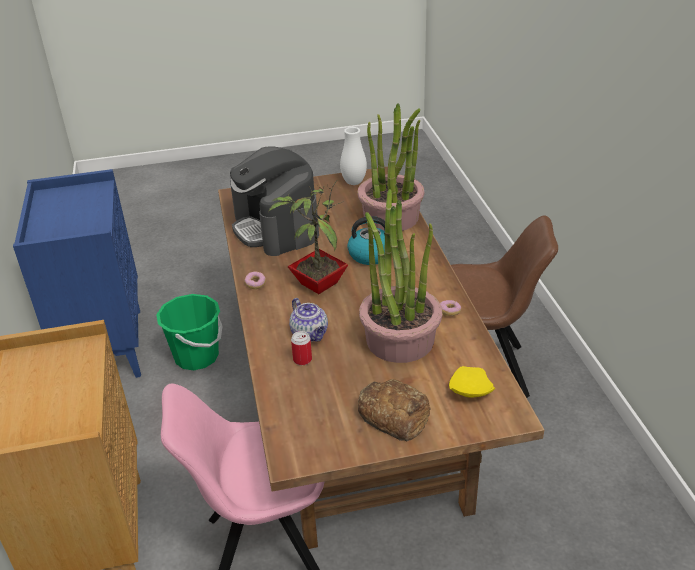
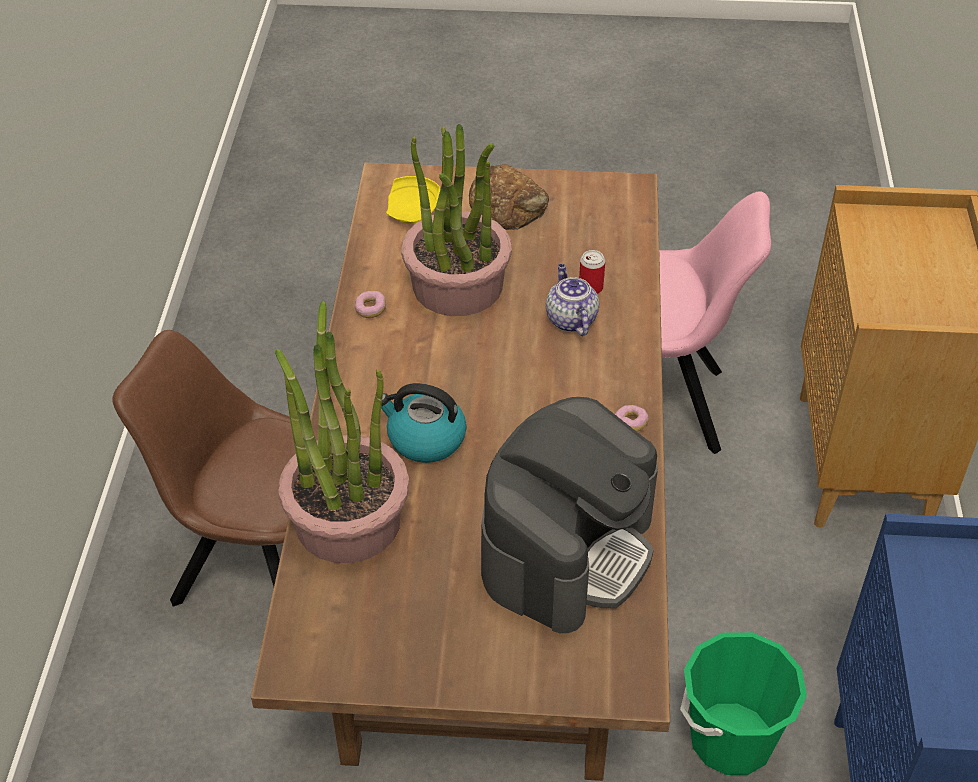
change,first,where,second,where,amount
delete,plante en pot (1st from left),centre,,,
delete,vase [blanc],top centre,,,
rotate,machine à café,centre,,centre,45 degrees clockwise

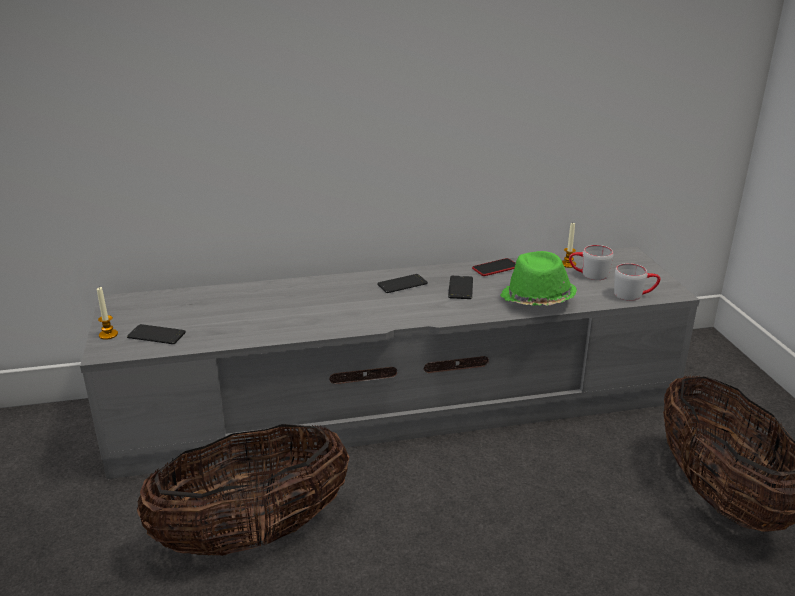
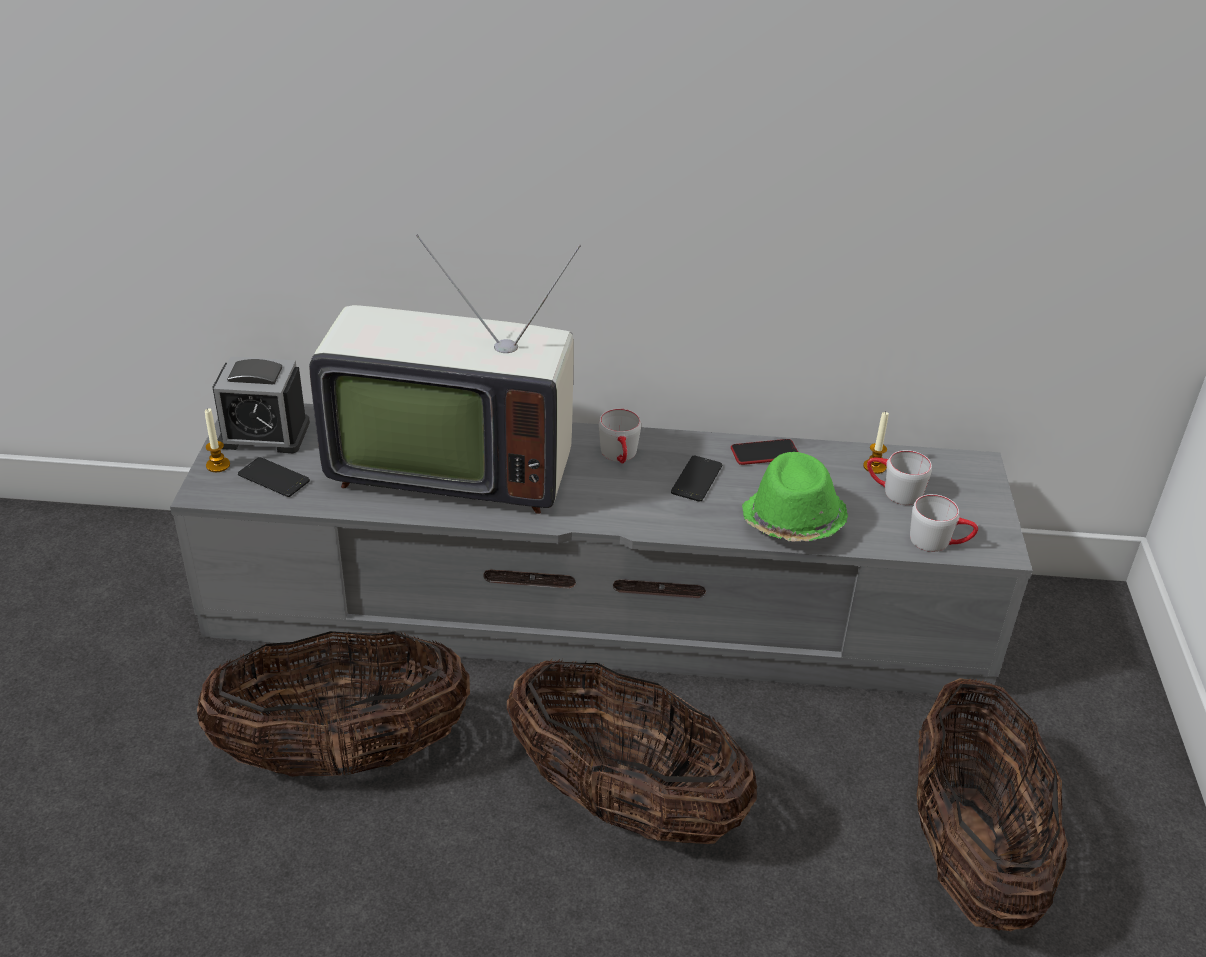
change,first,where,second,where,amount
insert,,,réveil,middle left,
insert,,,téléviseur,centre,
insert,,,panier (2nd from left),bottom centre,
replace,téléphone (2nd from left),centre,mug [gris] (1st from left),centre,

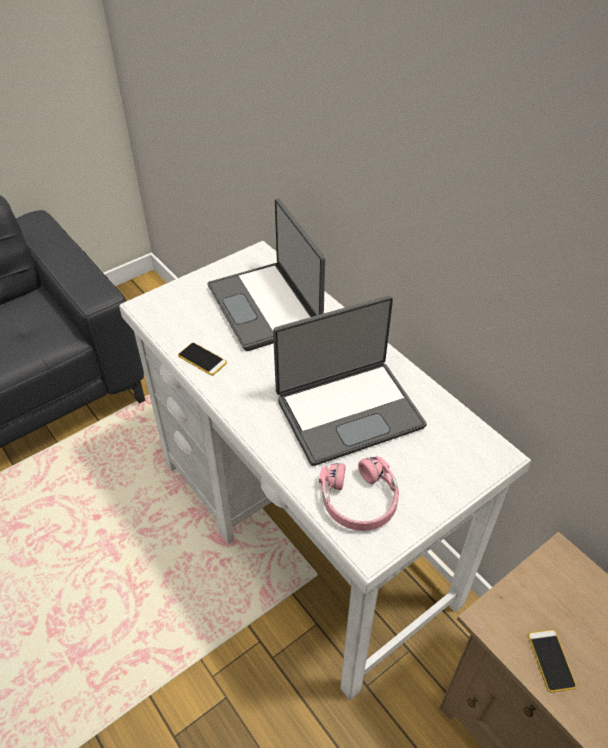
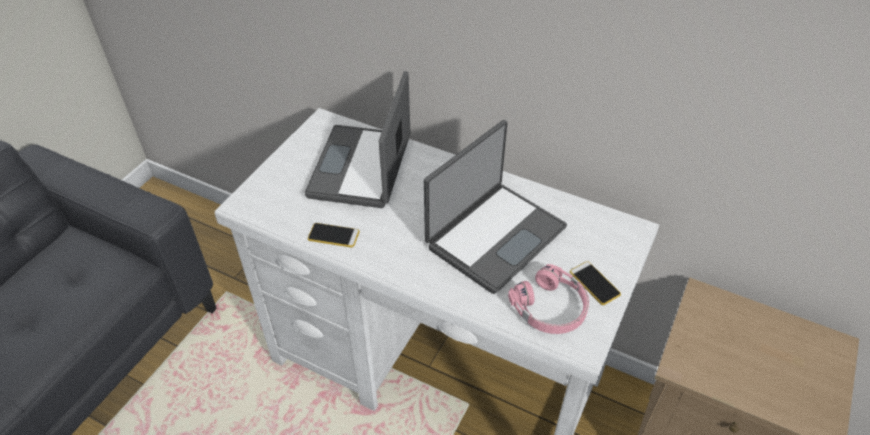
change,first,where,second,where,amount
move,téléphone (2nd from left),bottom right,,middle right,
rotate,ordinateur portable (1st from left),centre,,top centre,60 degrees clockwise

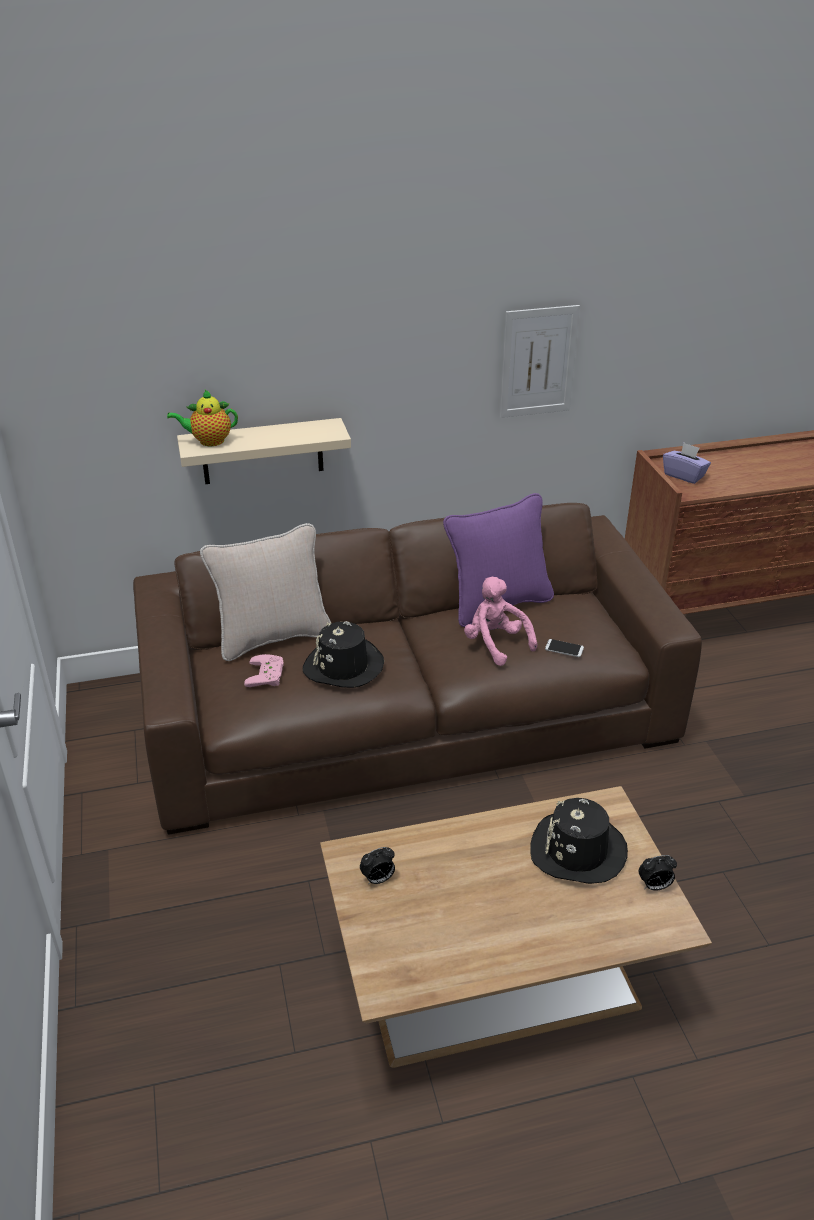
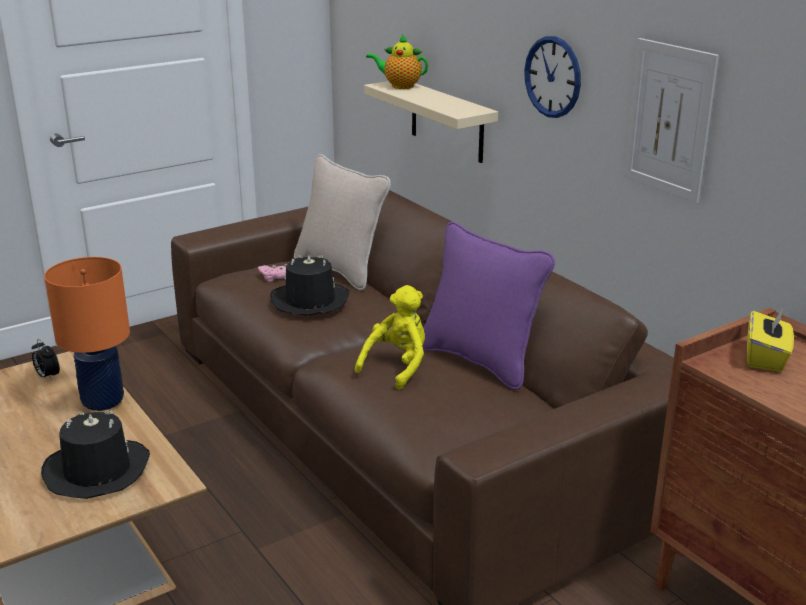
change,first,where,second,where,amount
delete,téléphone,middle right,,,
delete,réveil (2nd from left),bottom right,,,
insert,,,lampe de table [orange],middle left,
insert,,,horloge murale,top right,
recolor,peluche [rose],centre,peluche [jaune],centre,
recolor,boîte à mouchoirs [violet],middle right,boîte à mouchoirs [jaune],middle right,
rotate,théière,middle left,,top centre,45 degrees counterclockwise

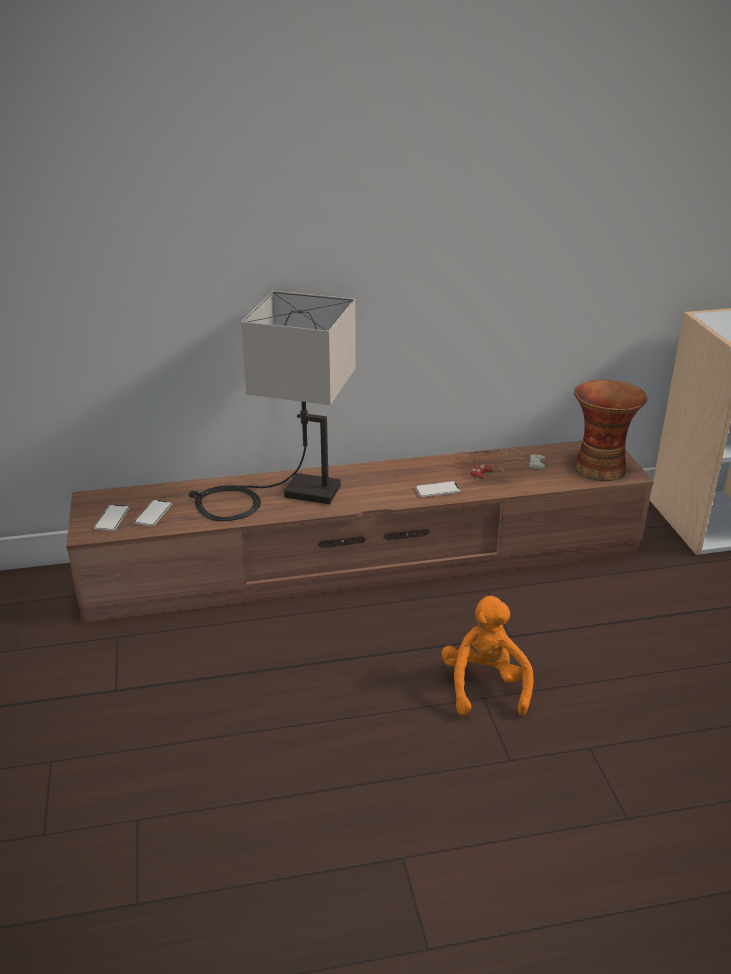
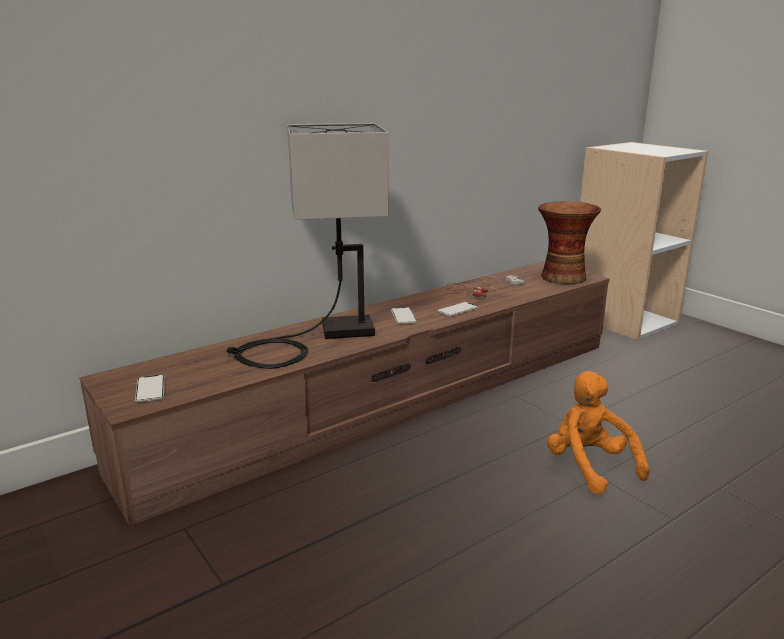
change,first,where,second,where,amount
move,téléphone (2nd from left),middle left,,centre,

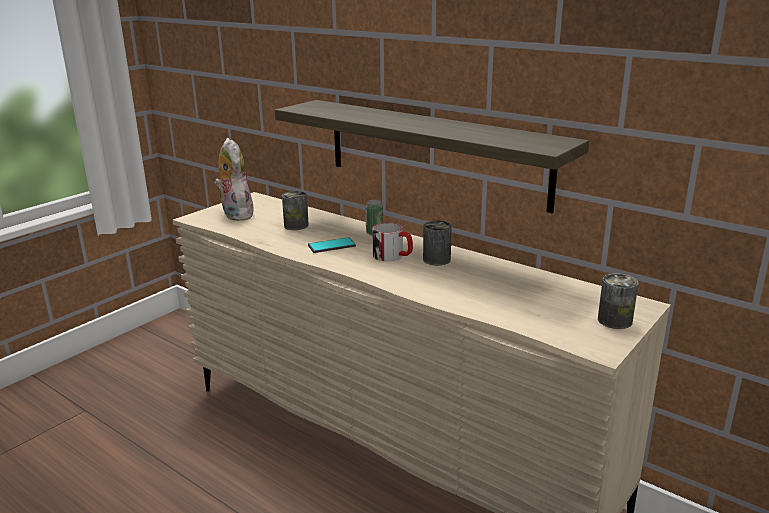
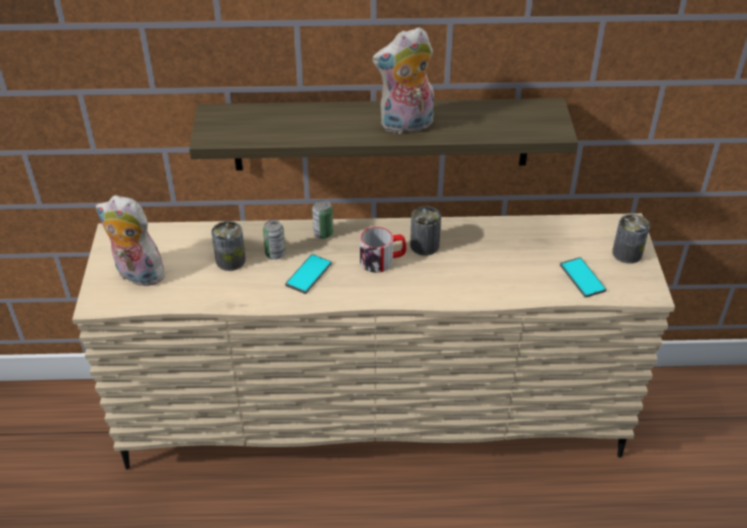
change,first,where,second,where,amount
insert,,,boîte métallique (2nd from left),centre,
insert,,,peluche (2nd from left),top centre,
insert,,,téléphone (2nd from left),middle right,

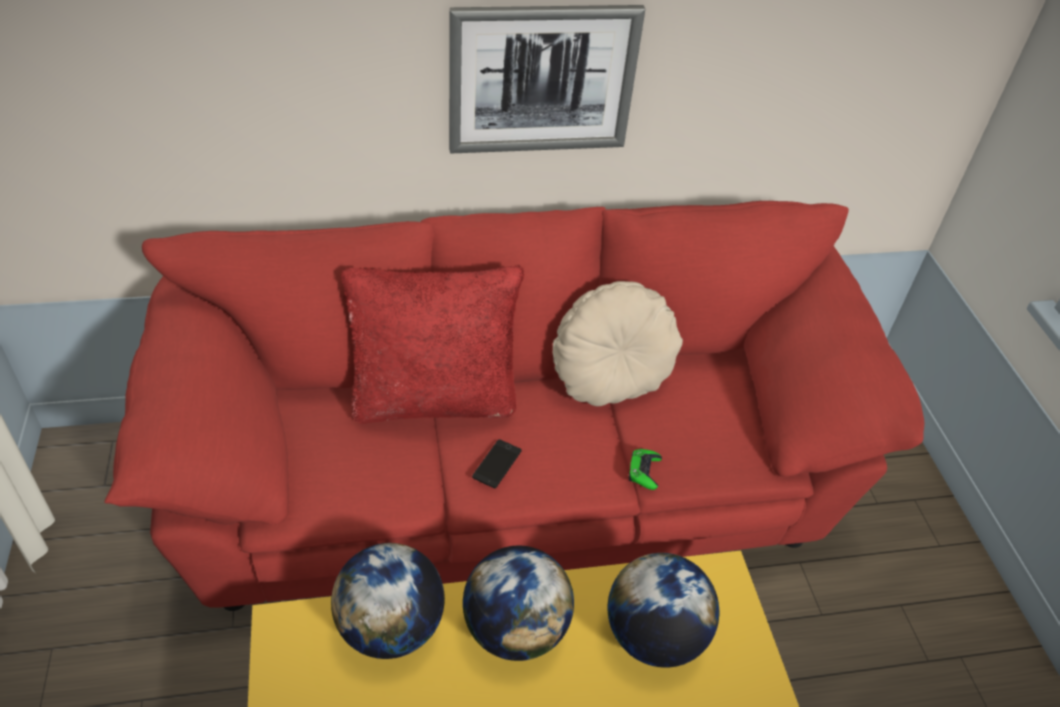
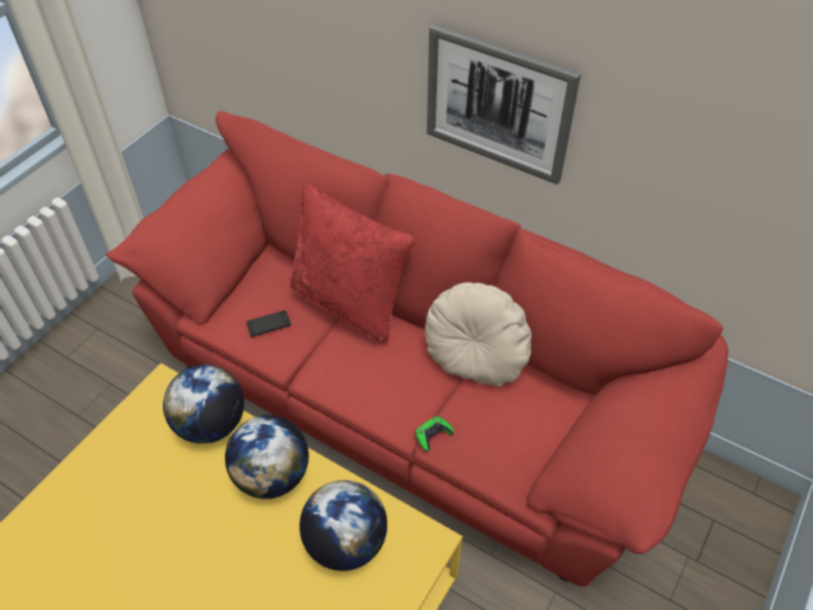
change,first,where,second,where,amount
move,téléphone,centre,,middle left,

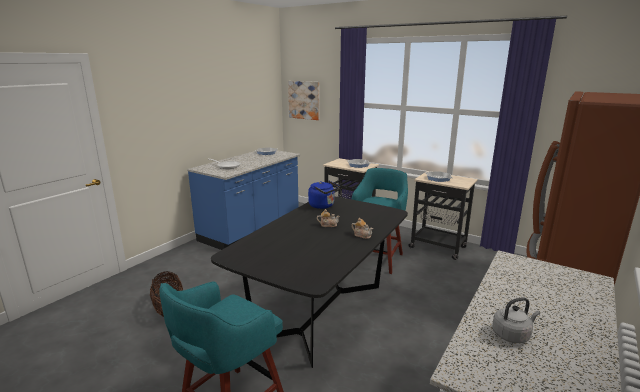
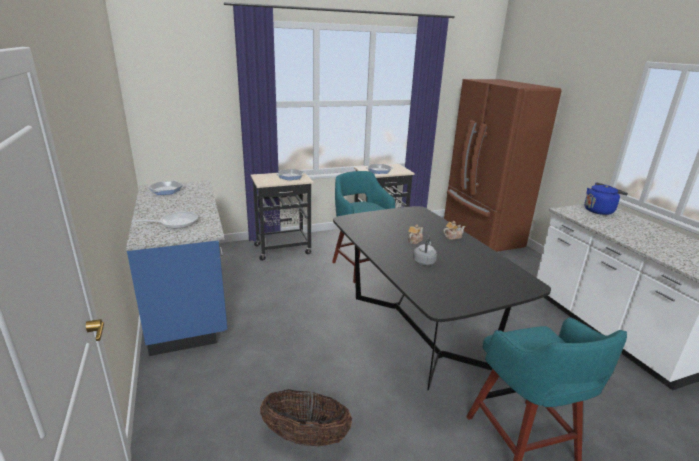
change,first,where,second,where,amount
delete,tableau,top centre,,,
move,bouilloire [bleu],centre,,middle right,
move,bouilloire [gris],bottom right,,centre,

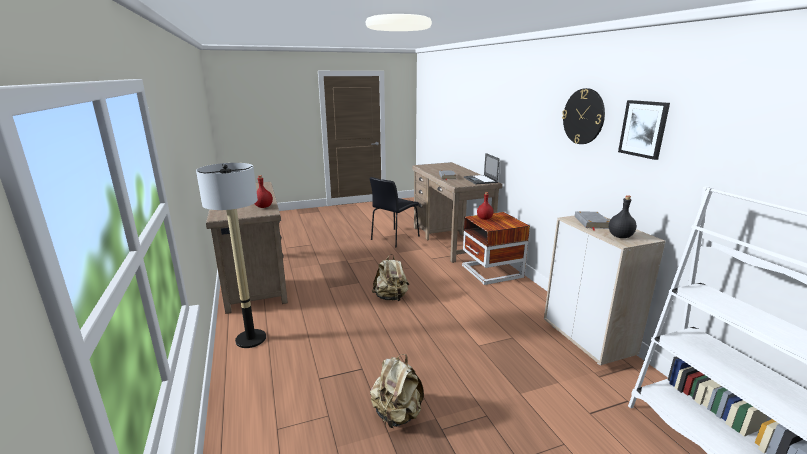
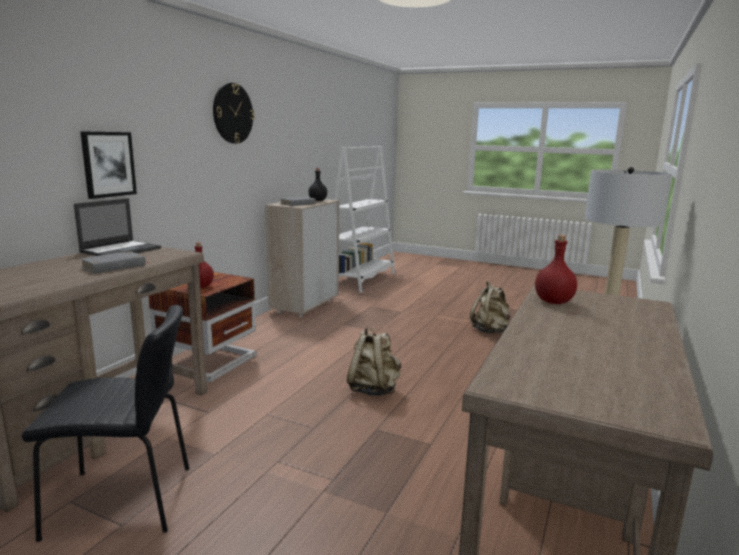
change,first,where,second,where,amount
move,tableau,top right,,top left,

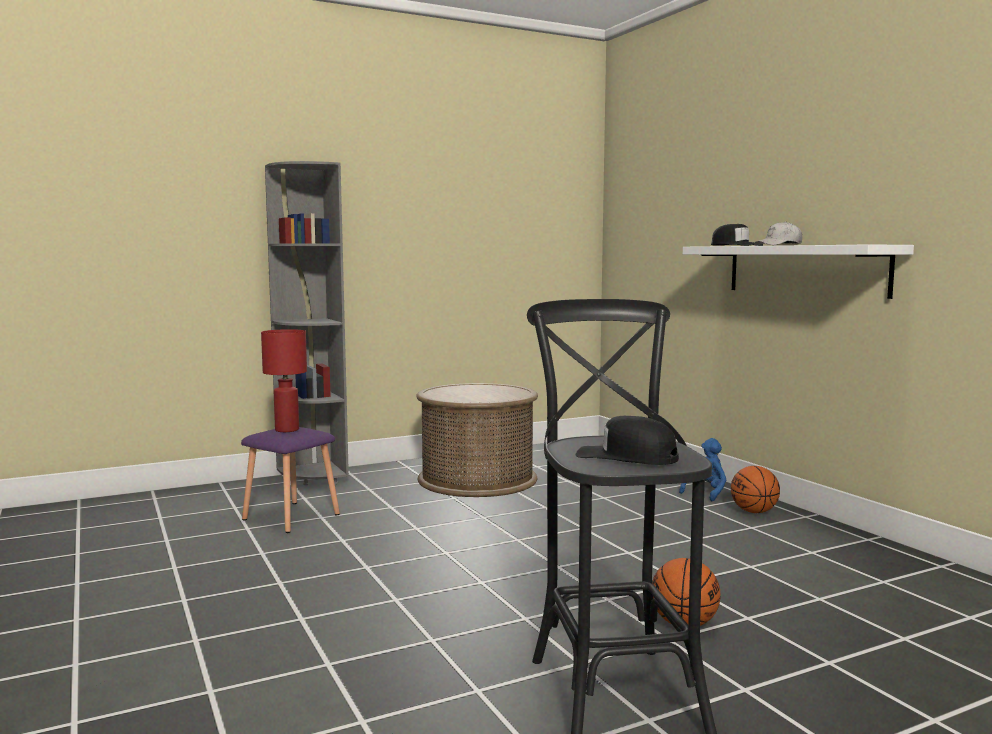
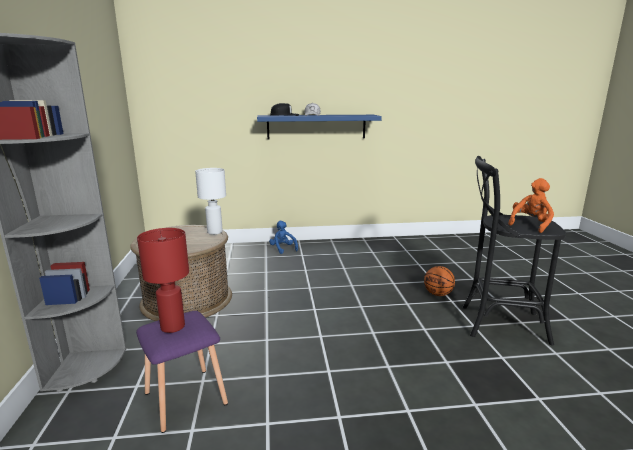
change,first,where,second,where,amount
delete,ballon de basket (2nd from left),middle right,,,
insert,,,lampe de table [blanc],middle left,
replace,casquette [noir] (1st from left),centre,peluche [orange],middle right,
recolor,étagère [blanc],middle right,étagère [bleu],top centre,

